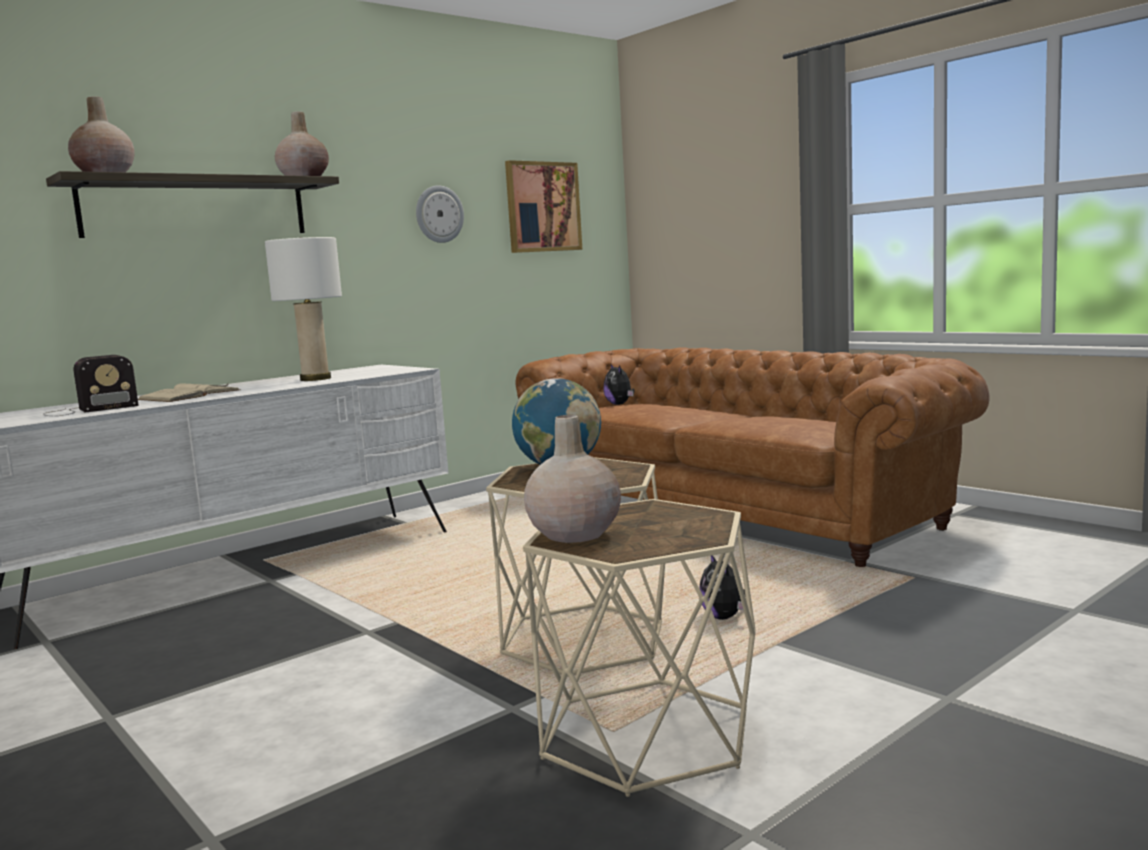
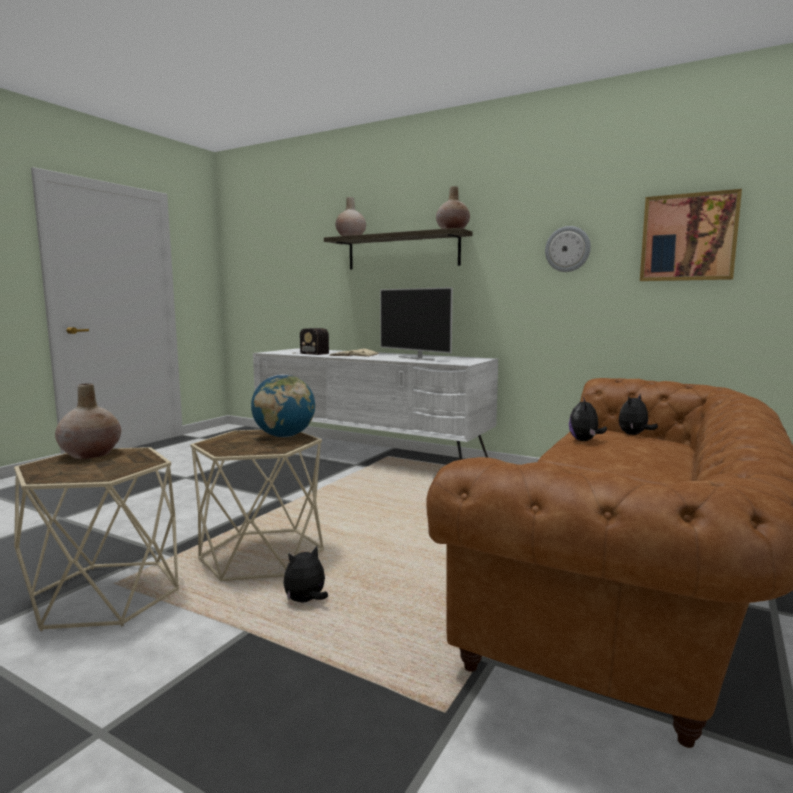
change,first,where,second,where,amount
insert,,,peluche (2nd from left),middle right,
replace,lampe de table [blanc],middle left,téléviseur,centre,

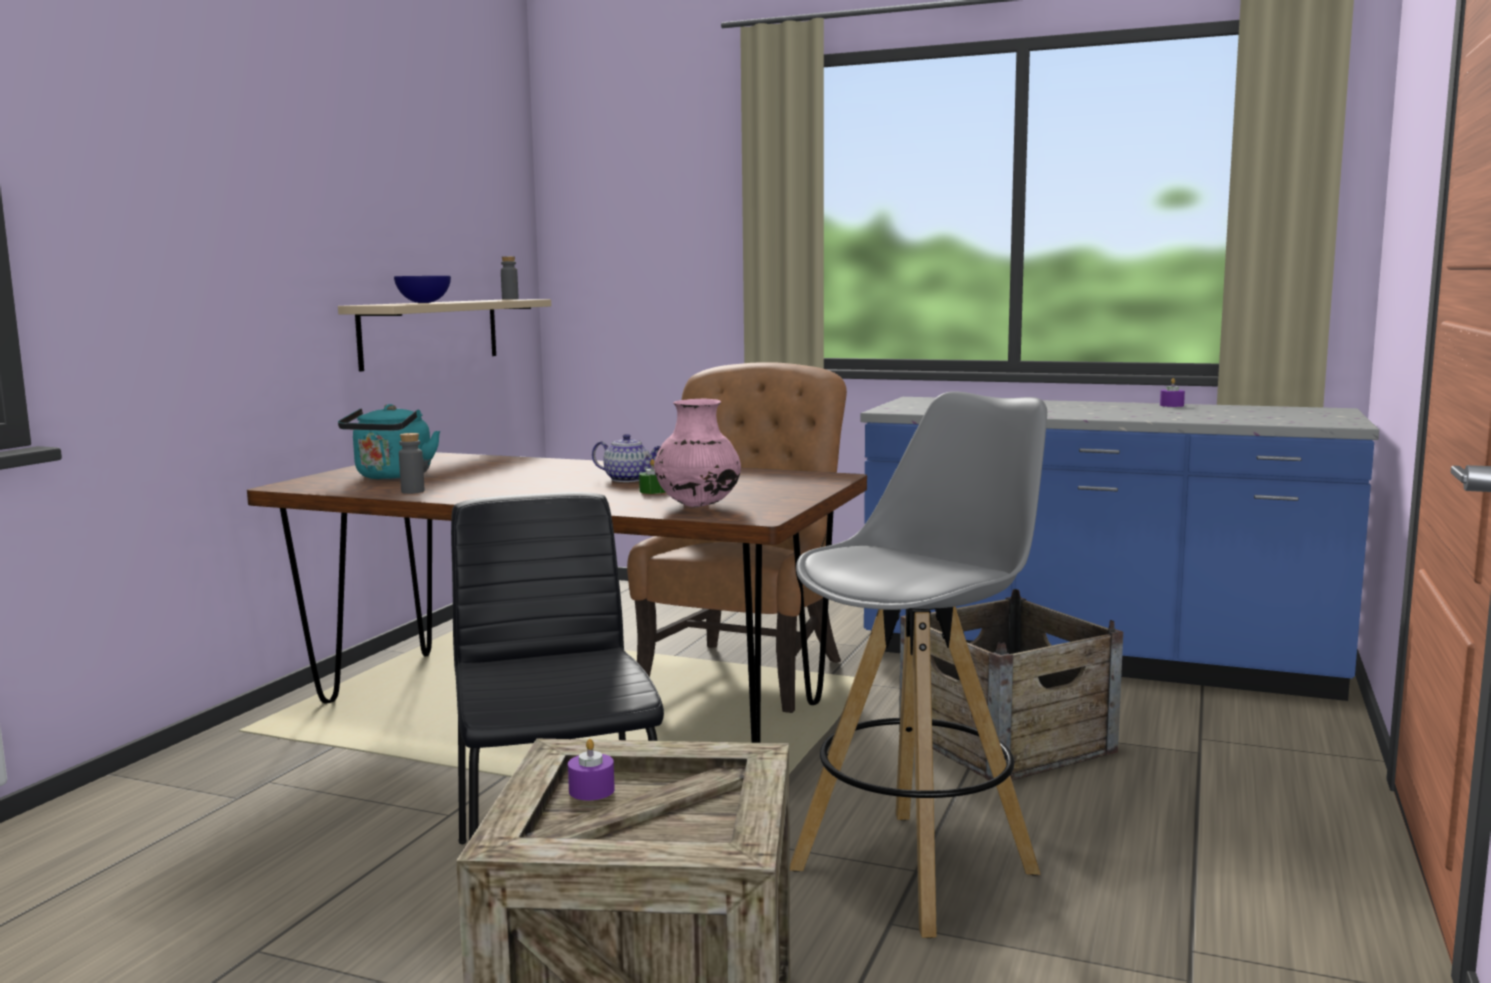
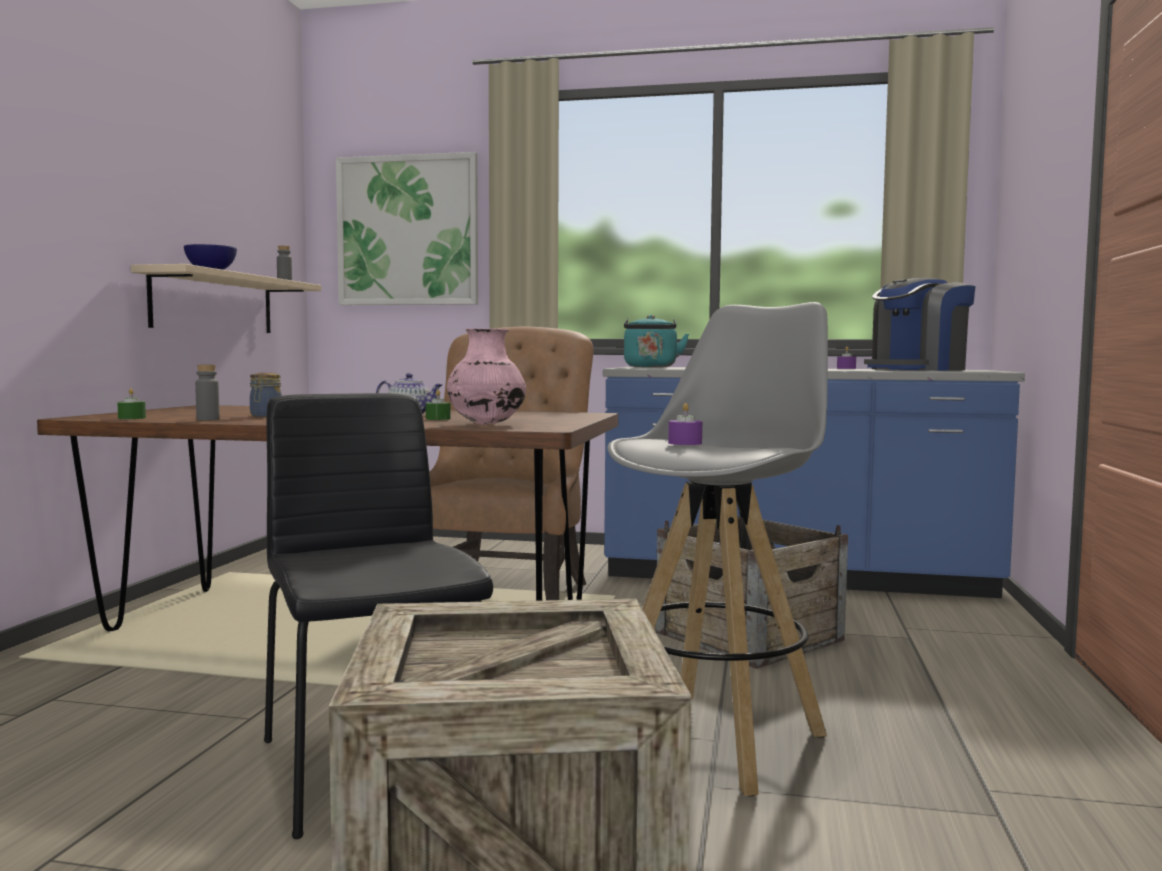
change,first,where,second,where,amount
insert,,,bougie [vert] (1st from left),middle left,
insert,,,bocal,middle left,
insert,,,tableau,top centre,
insert,,,machine à café,middle right,
move,bouilloire [turquoise],middle left,,centre,
move,bougie [violet] (1st from left),bottom centre,,centre,

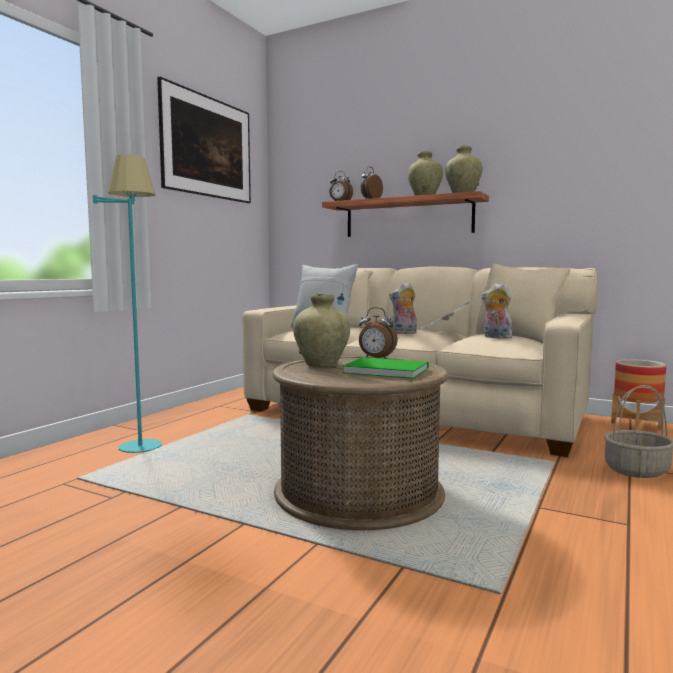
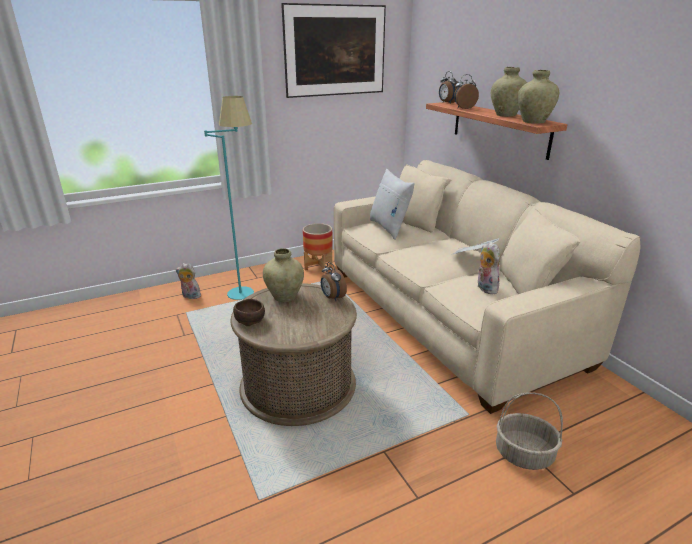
change,first,where,second,where,amount
delete,livre [vert],centre,,,
insert,,,bol [marron],centre,
move,peluche (1st from left),centre,,middle left,
move,cache-pot,middle right,,centre,

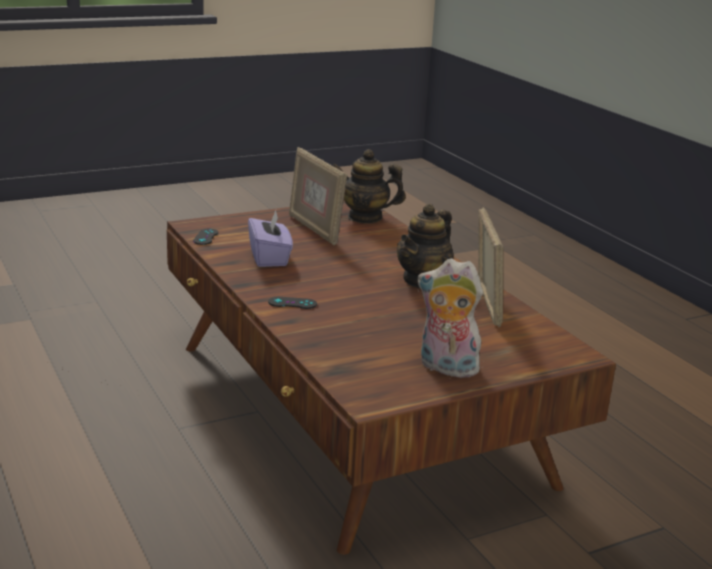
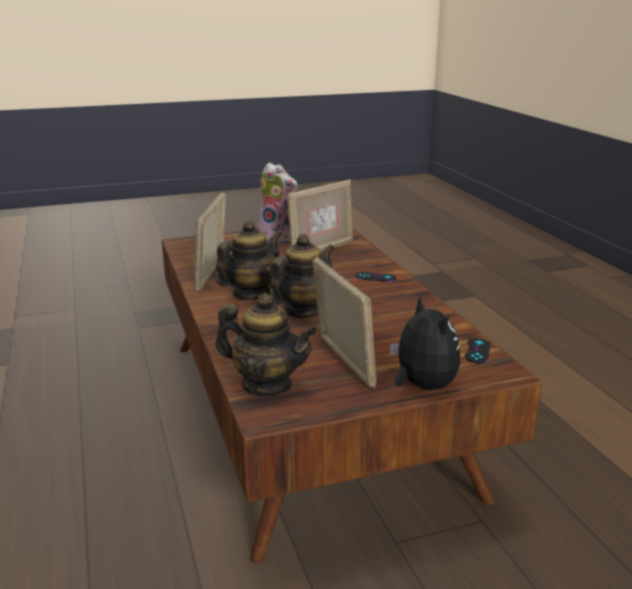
change,first,where,second,where,amount
delete,boîte à mouchoirs [violet],centre,,,
insert,,,théière (3rd from left),centre,
insert,,,cadre photo (2nd from left),centre,
insert,,,peluche (2nd from left),middle right,

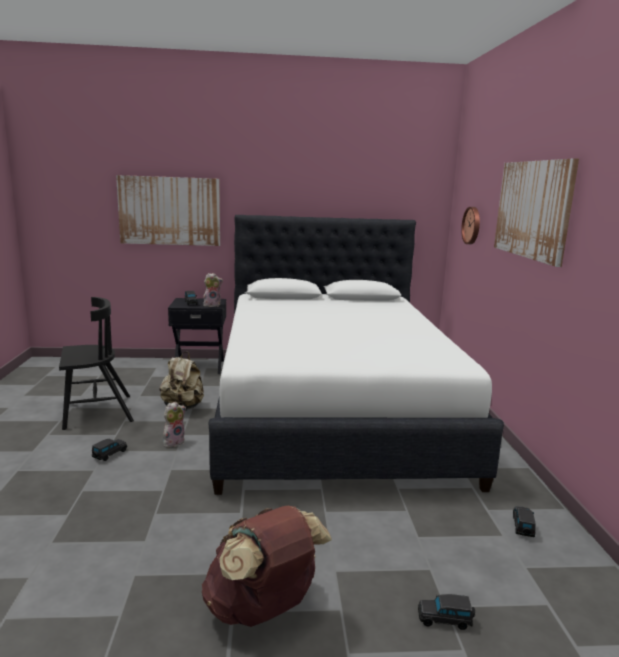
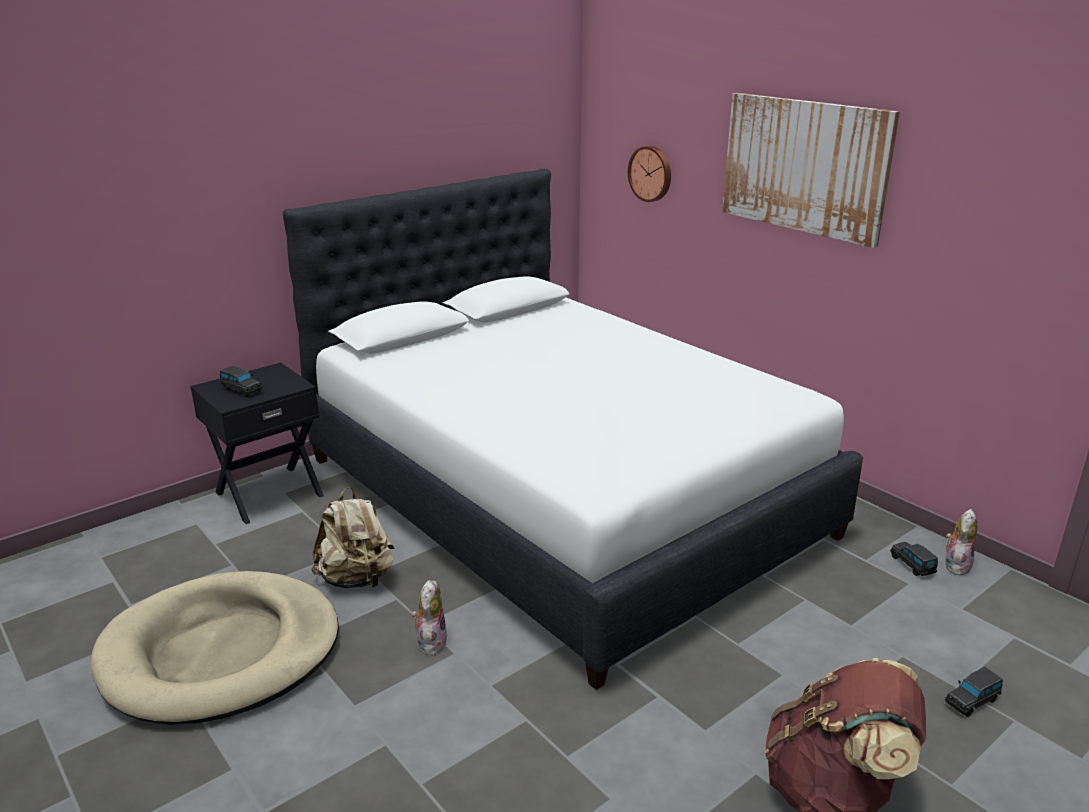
change,first,where,second,where,amount
delete,petite voiture [noir] (1st from left),bottom left,,,
delete,tableau (1st from left),top left,,,
move,peluche (2nd from left),centre,,bottom right,
replace,chaise [noir],middle left,panier pour chien [beige],bottom left,

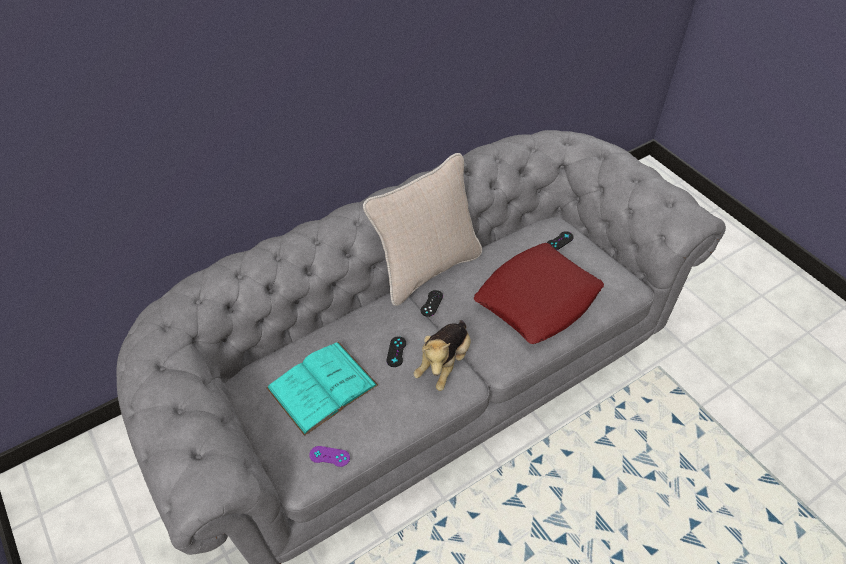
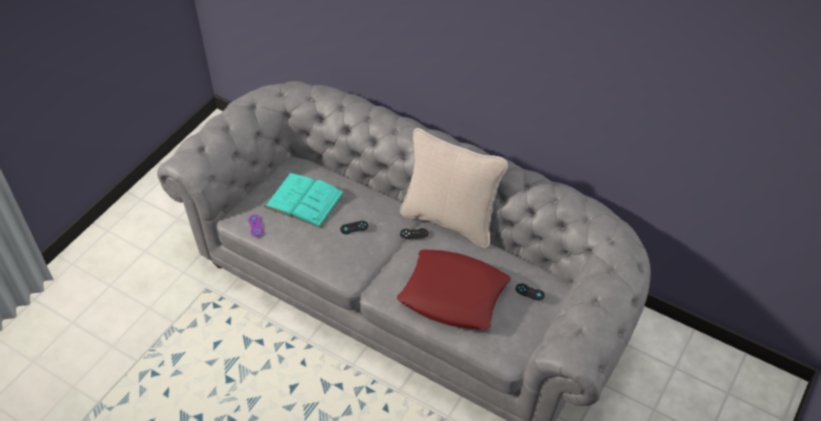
change,first,where,second,where,amount
delete,peluche,centre,,,

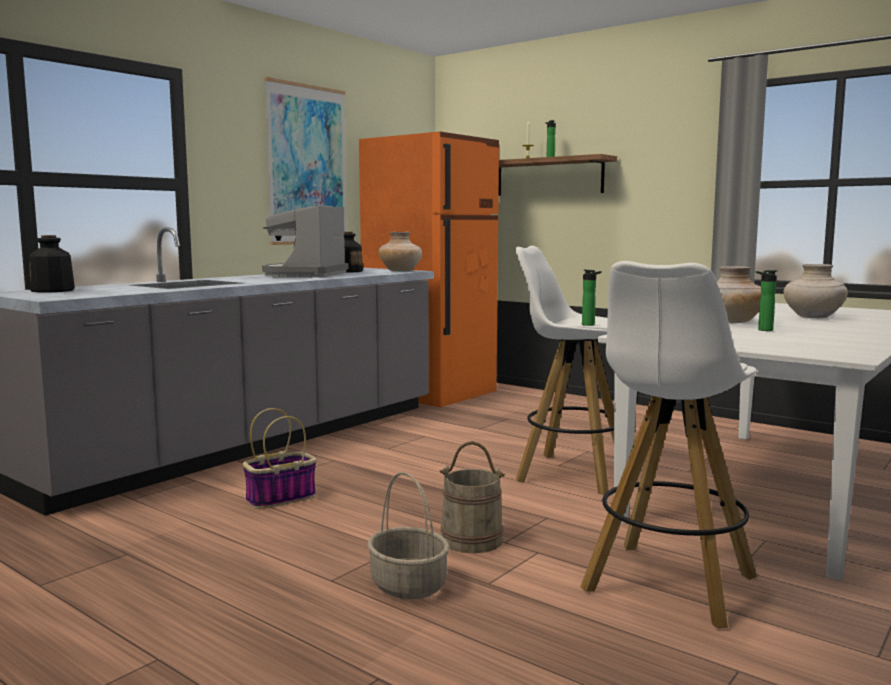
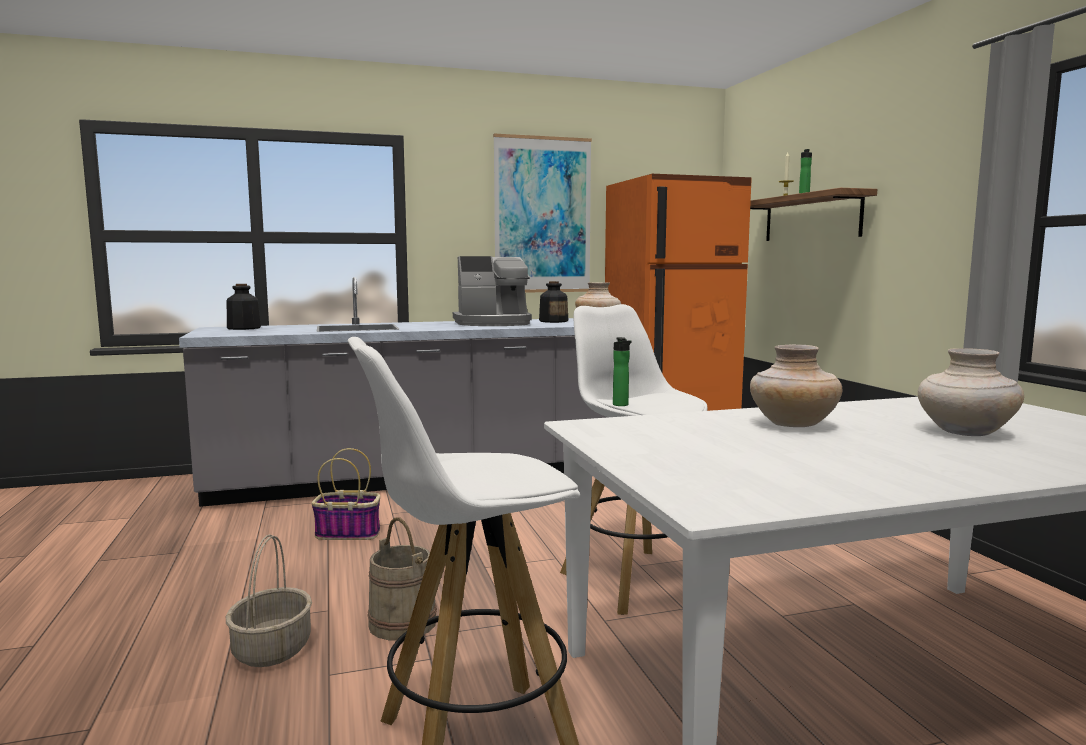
change,first,where,second,where,amount
delete,bouteille (5th from left),middle right,,,
rotate,machine à café,centre,,centre,150 degrees counterclockwise

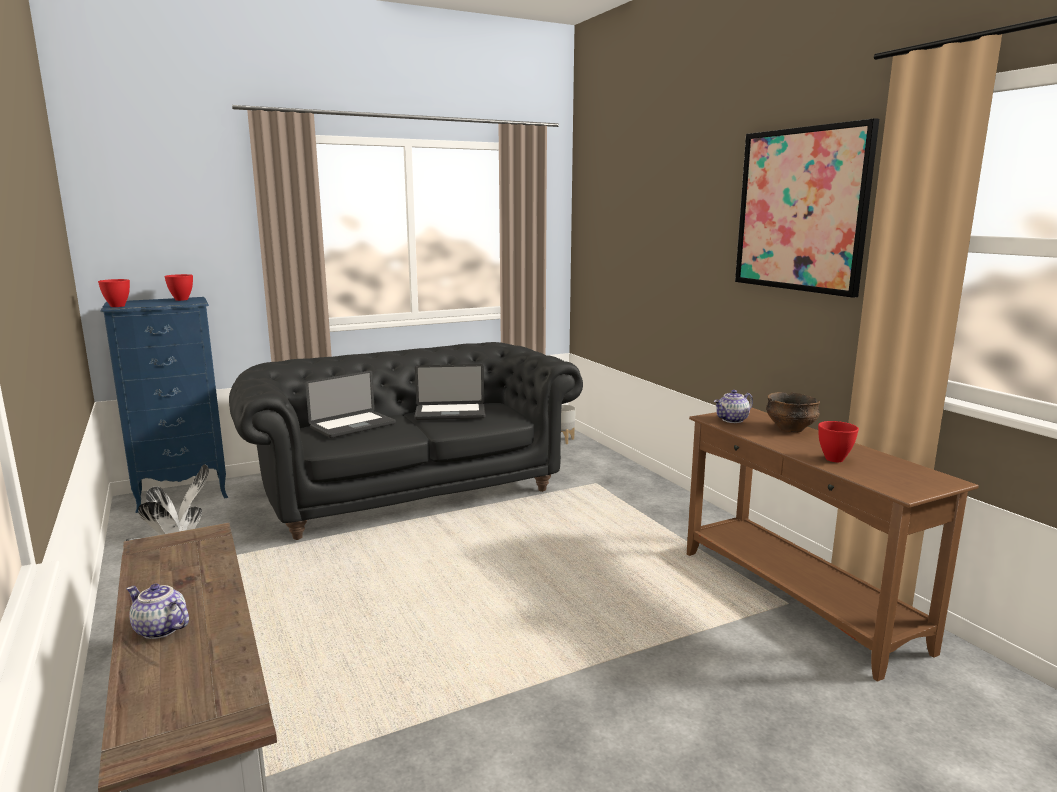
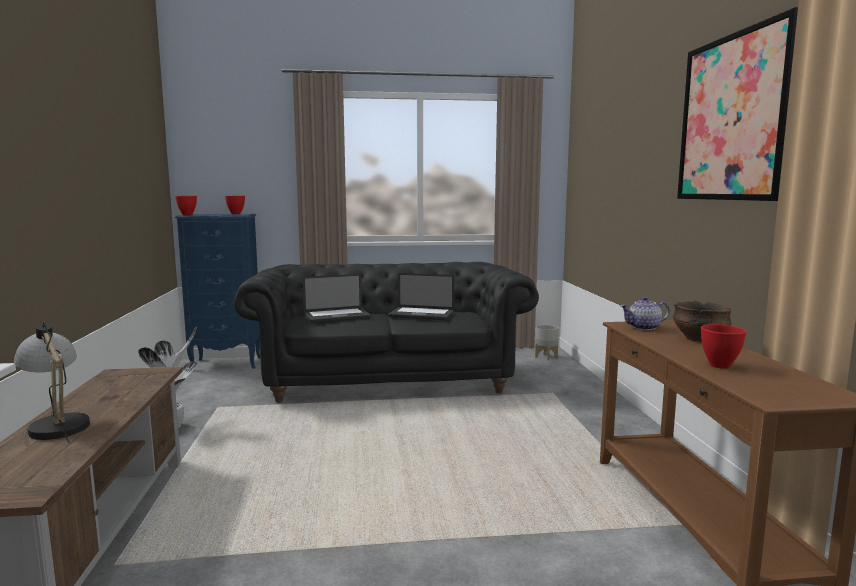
change,first,where,second,where,amount
replace,théière (1st from left),bottom left,lampe de table,middle left,

